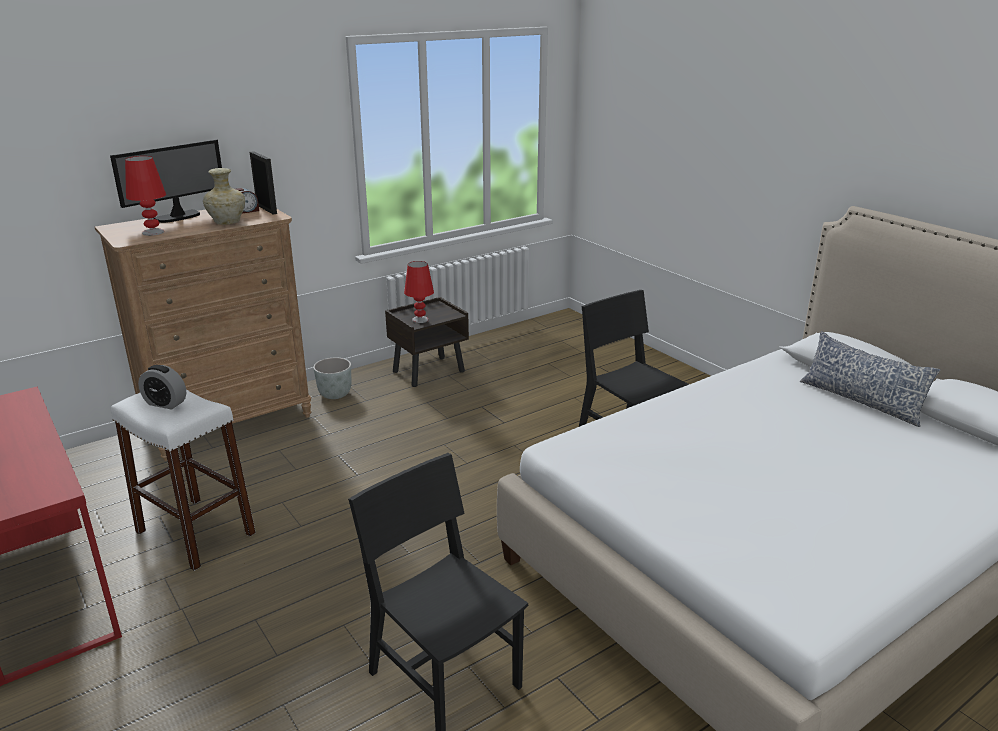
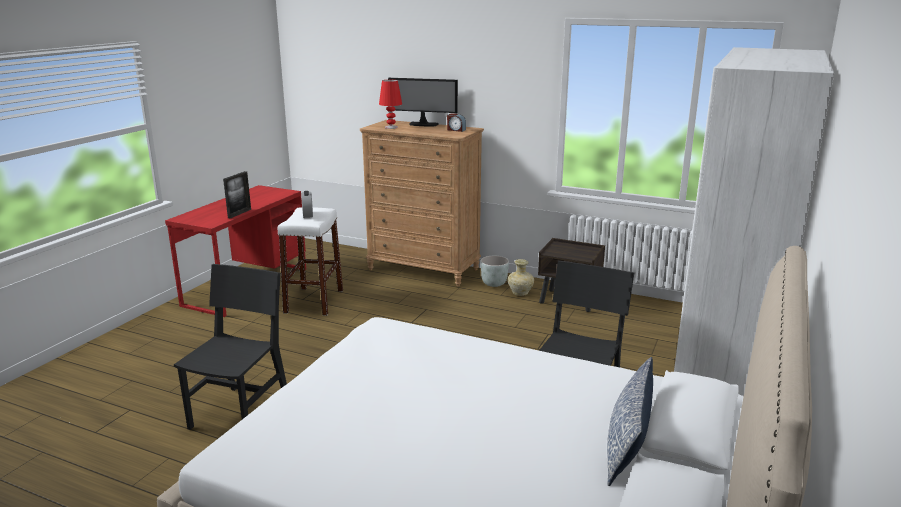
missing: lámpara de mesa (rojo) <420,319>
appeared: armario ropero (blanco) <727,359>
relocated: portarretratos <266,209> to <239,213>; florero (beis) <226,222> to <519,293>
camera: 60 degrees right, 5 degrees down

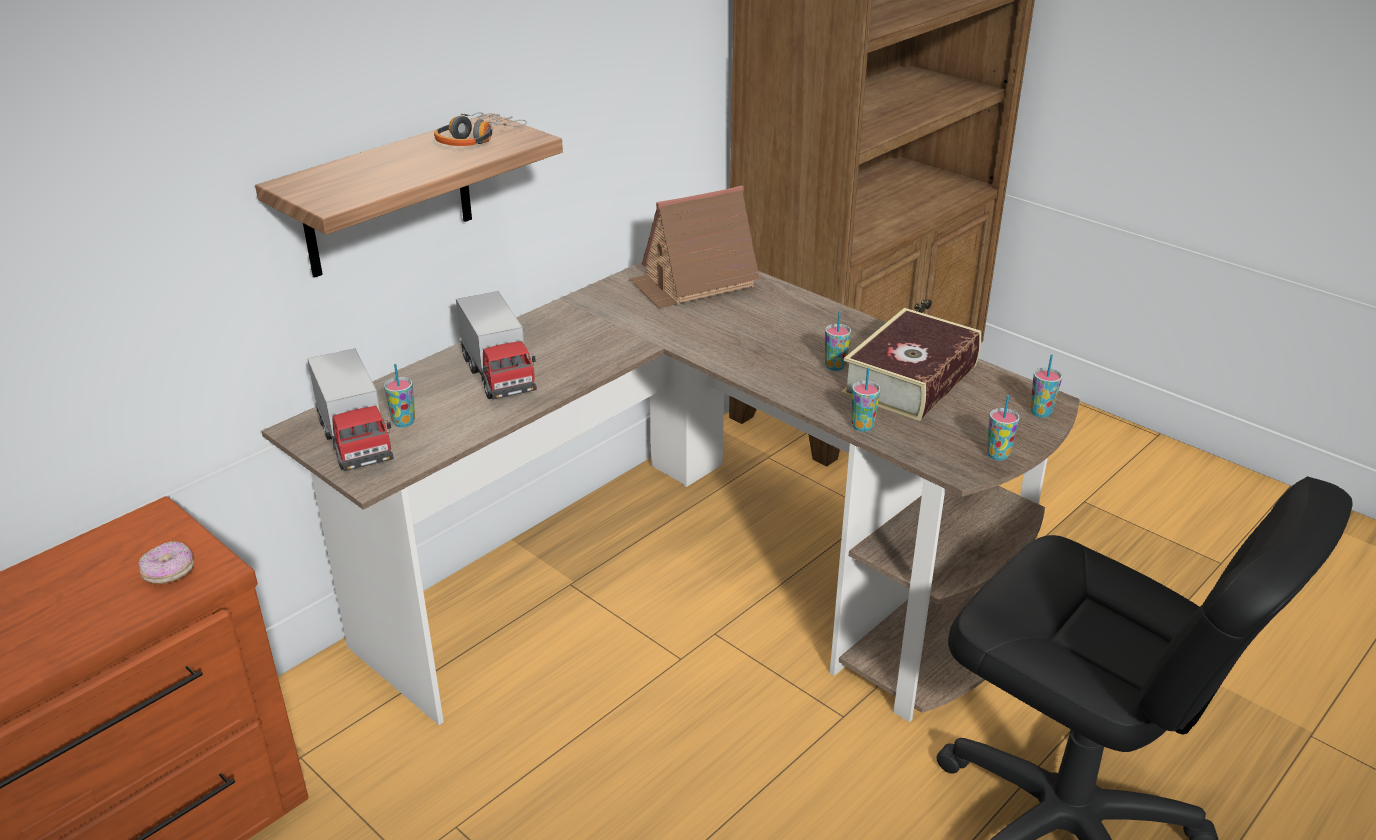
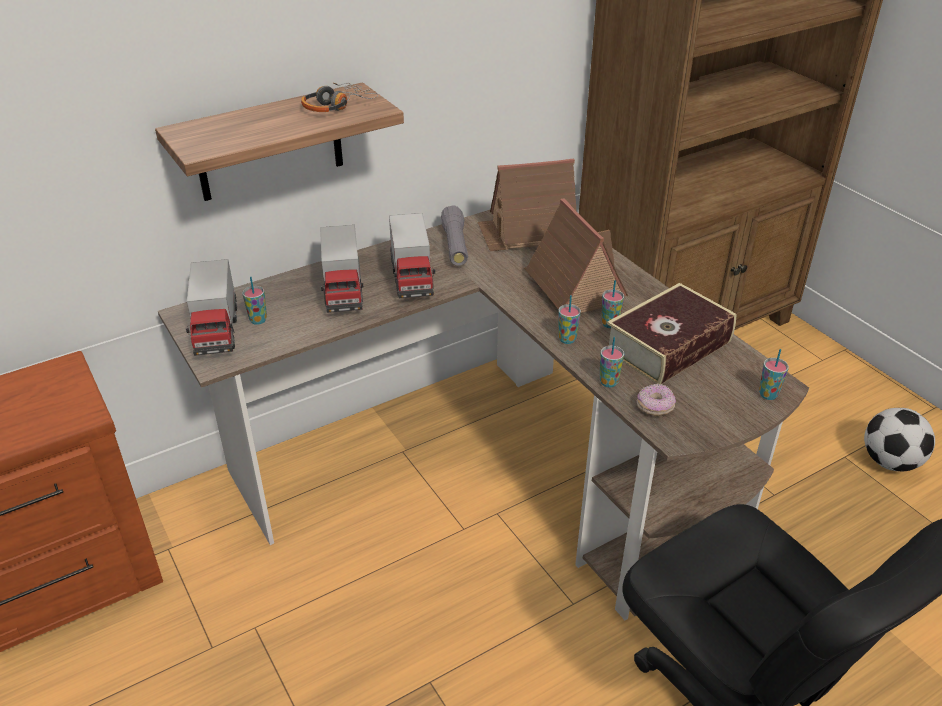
appeared: casita <572,287>; linterna (gris) <455,246>; camión de juguete <412,279>; balón de fútbol <890,462>
relocated: taza <998,455> to <567,339>; rosquilla <169,573> to <655,407>
camera: 15 degrees right, 5 degrees up

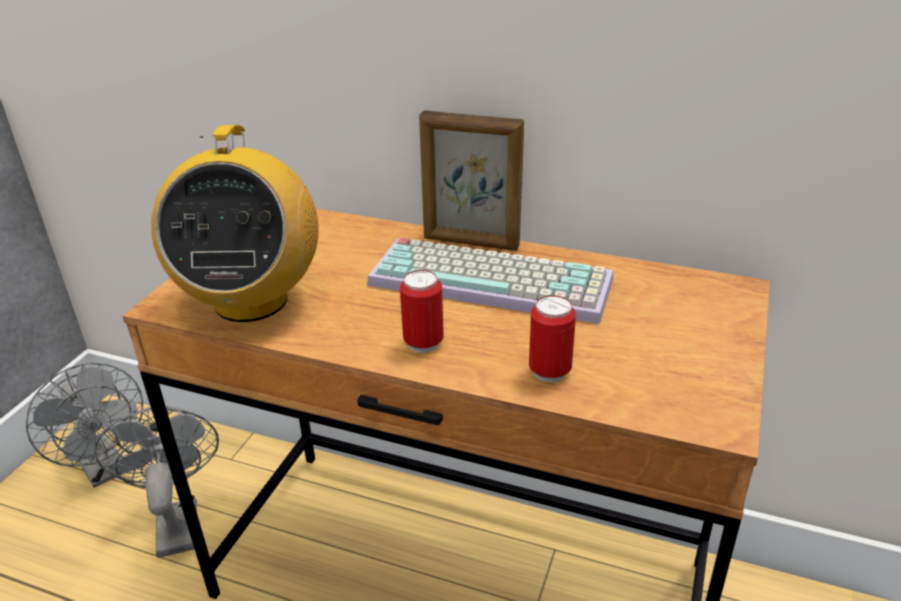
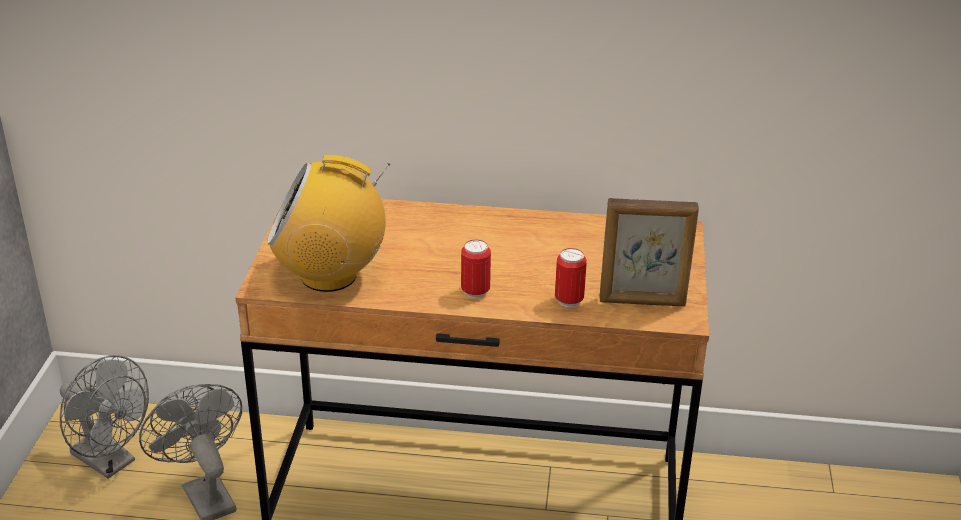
missing: teclado <494,280>
relocated: portarretratos <471,243> to <642,302>
spun: radio <251,300> = <330,275> 105 degrees clockwise
camera: 15 degrees left, 0 degrees up

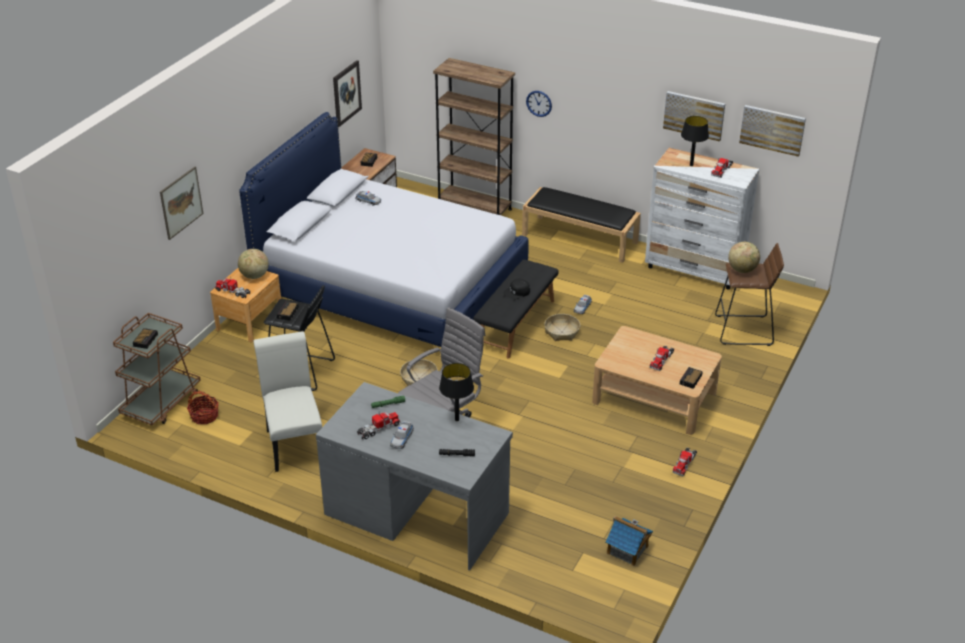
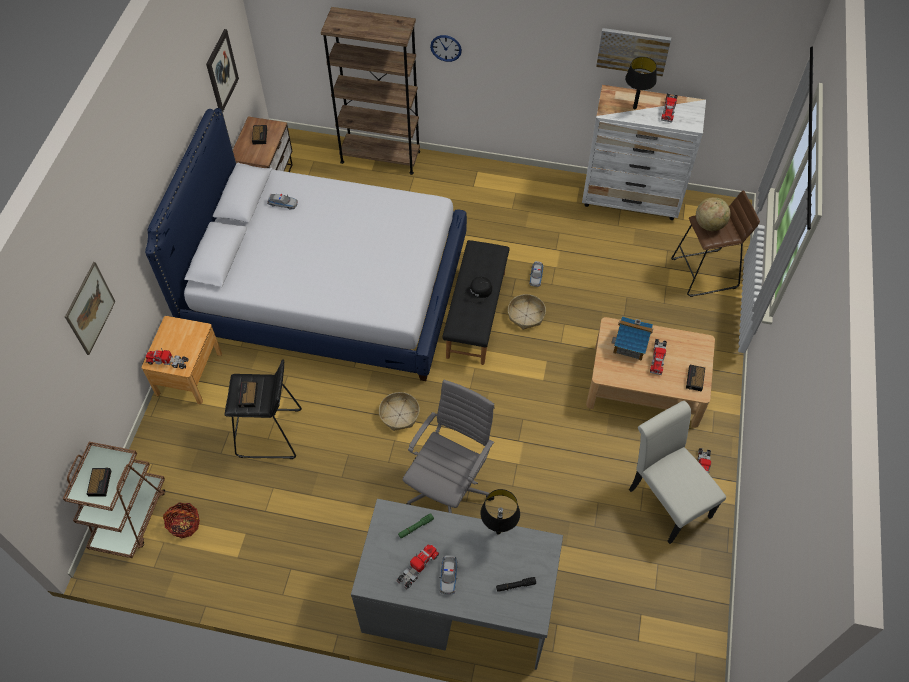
missing: cuadro <772,129>; banco (negro) <580,238>; globo terráqueo <254,276>
relocated: silla (blanco) <294,442> to <665,498>; casita <627,550> to <630,345>
camera: 15 degrees left, 20 degrees up

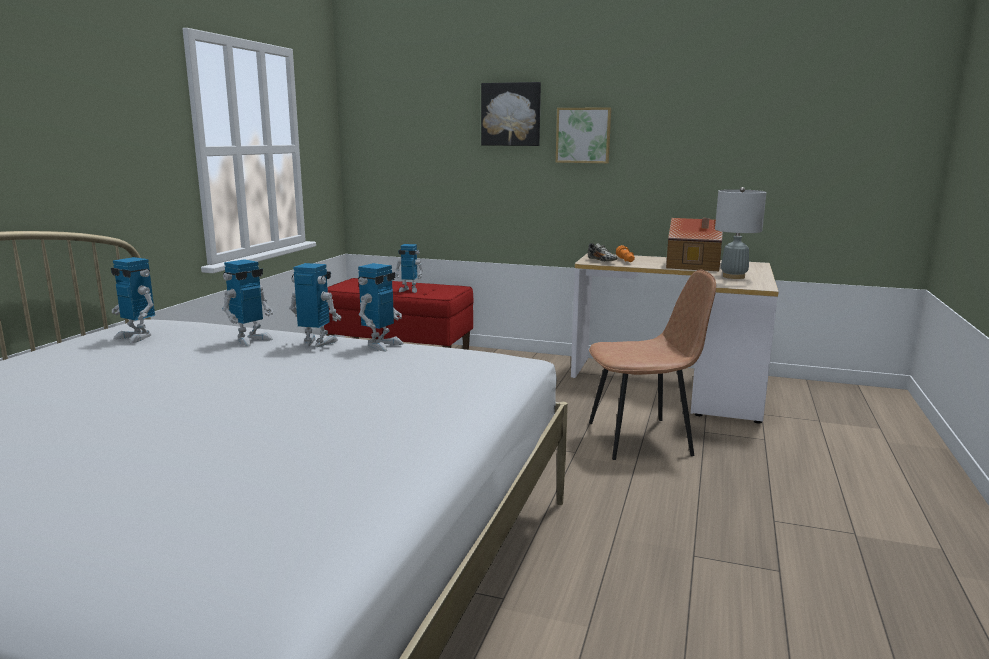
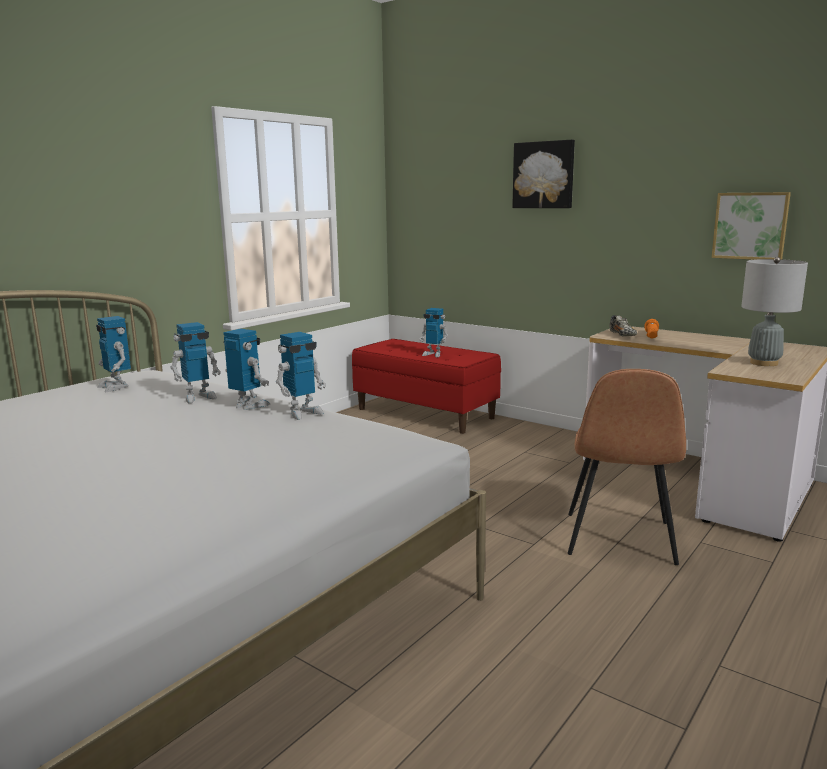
missing: casita <694,265>
relocated: cuadro <583,135> to <750,226>
spun: silla (marrón) <642,438> = <619,540> 90 degrees clockwise
camera: 20 degrees right, 0 degrees up

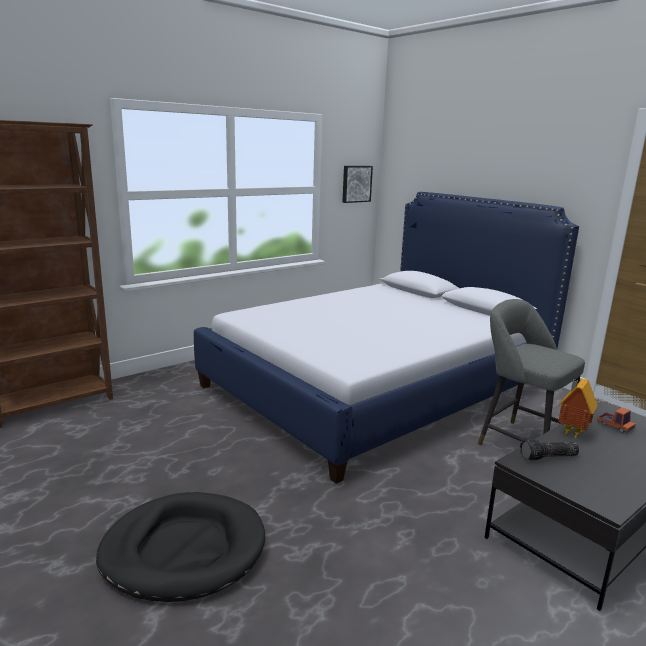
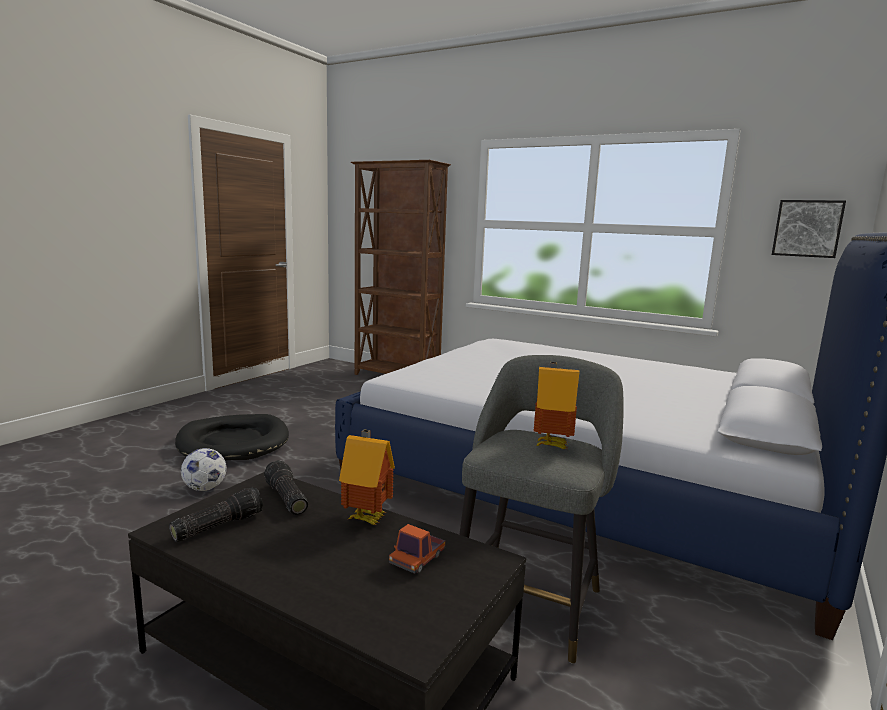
appeared: casita <552,445>; balón de fútbol <205,488>; linterna <218,525>
camera: 70 degrees right, 5 degrees down

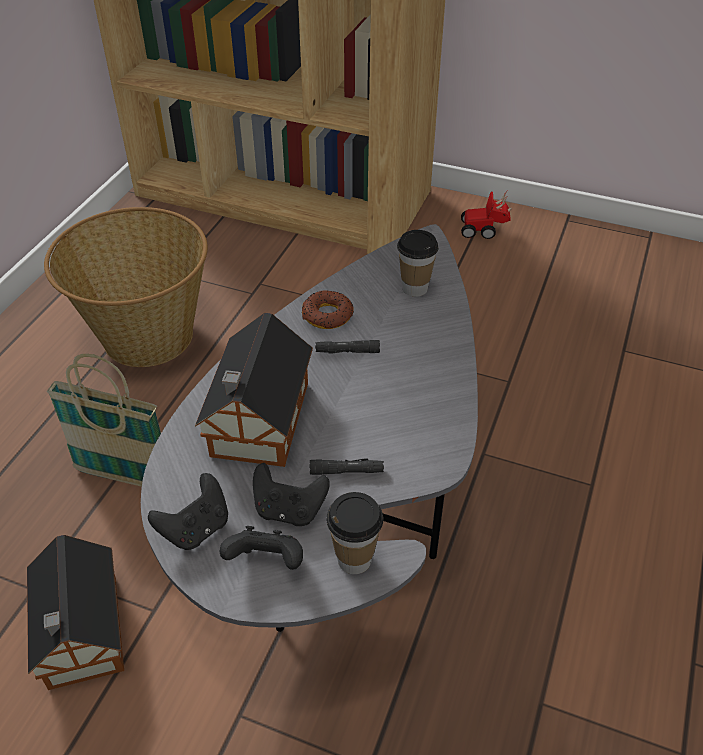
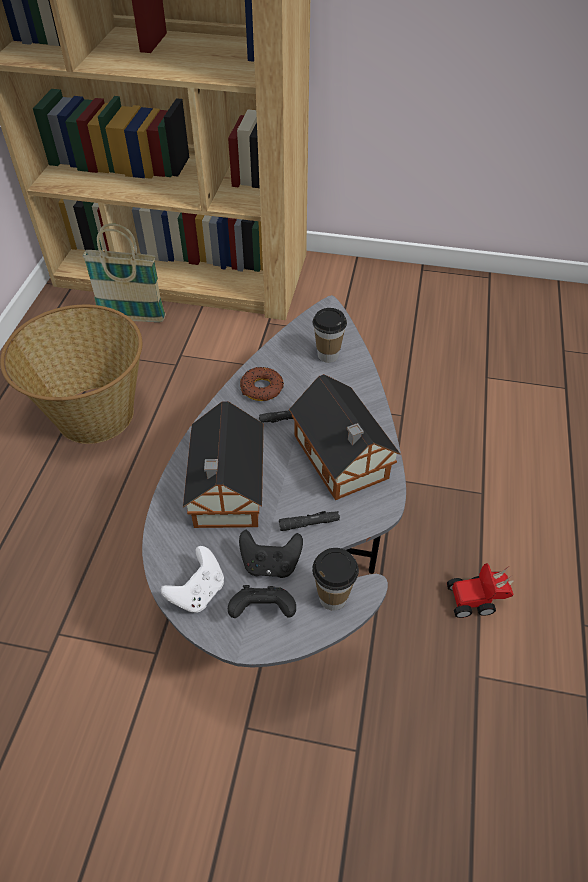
relocated: coche de juguete <484,230> to <477,599>; cesta <124,477> to <132,318>; casita <82,636> to <341,460>
colour: mando de consola (negro) <196,528> to mando de consola (blanco) <198,592>
camera: 10 degrees left, 5 degrees up

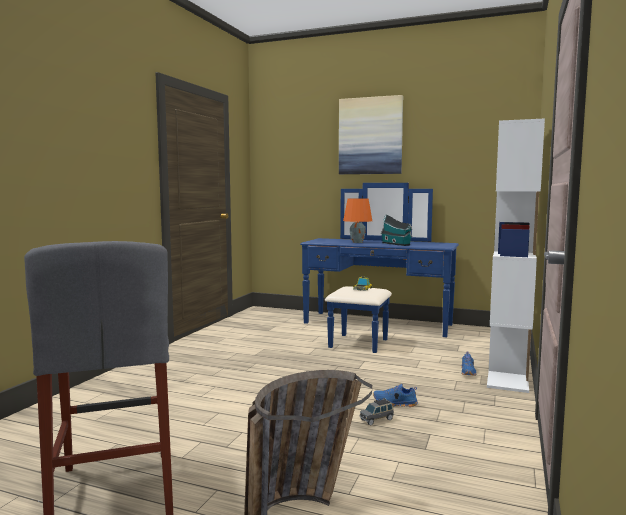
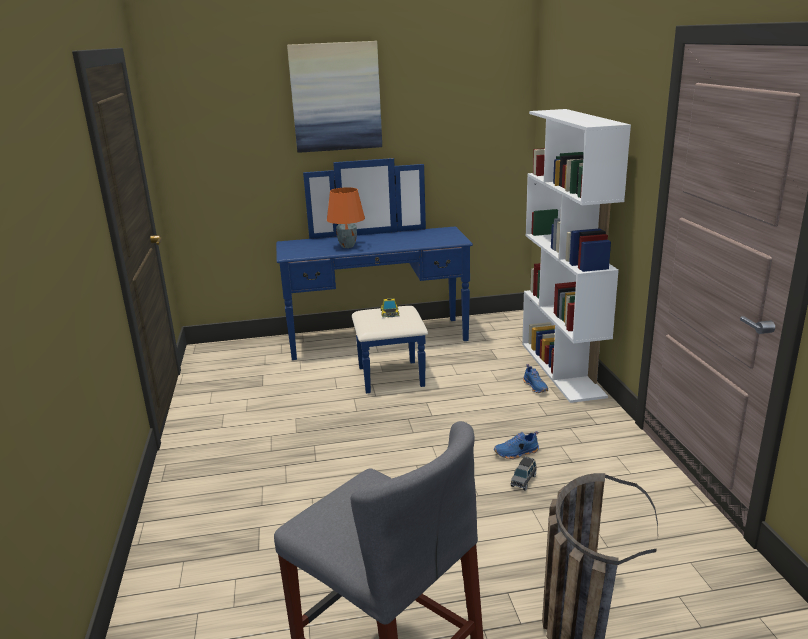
missing: casita <396,244>
camera: 30 degrees left, 15 degrees up

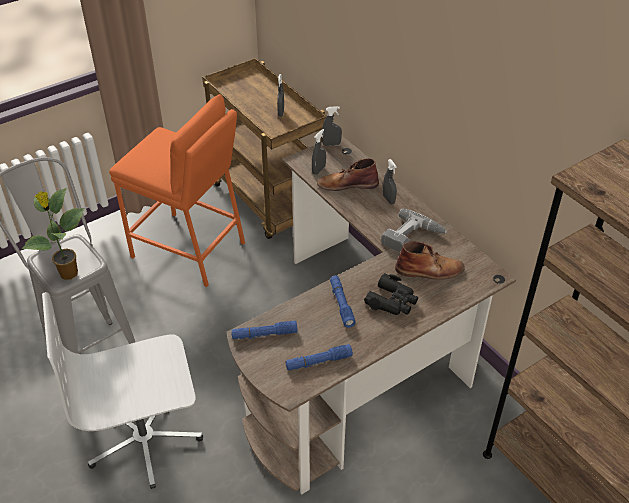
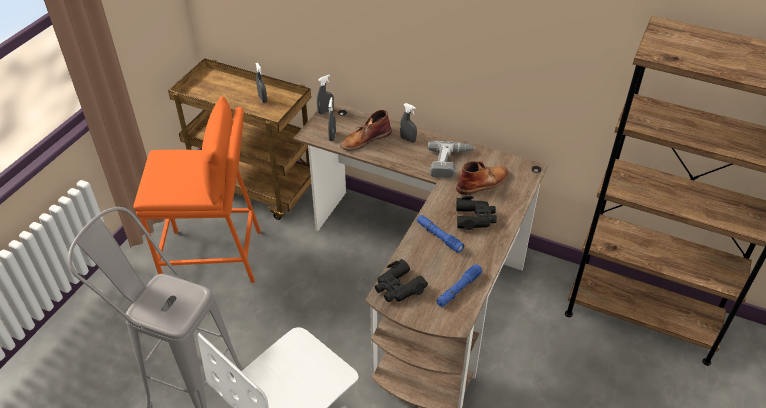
missing: planta en maceta <68,274>
exchanged: linterna (azul) <264,334> to prismáticos (negro) <398,287>
camera: 30 degrees left, 0 degrees up

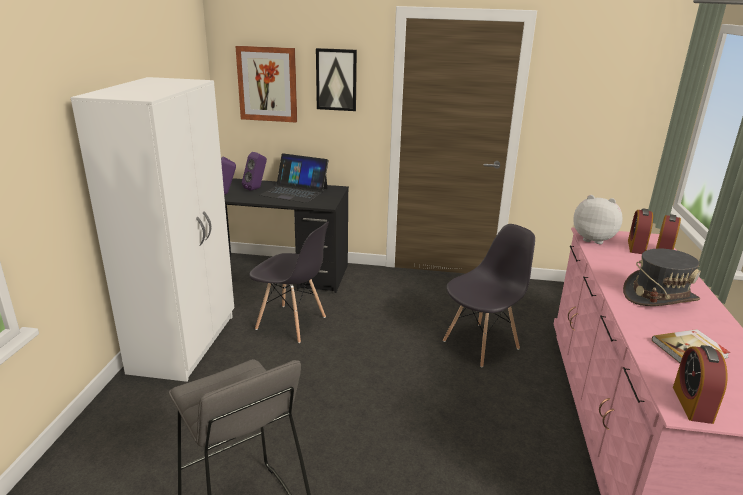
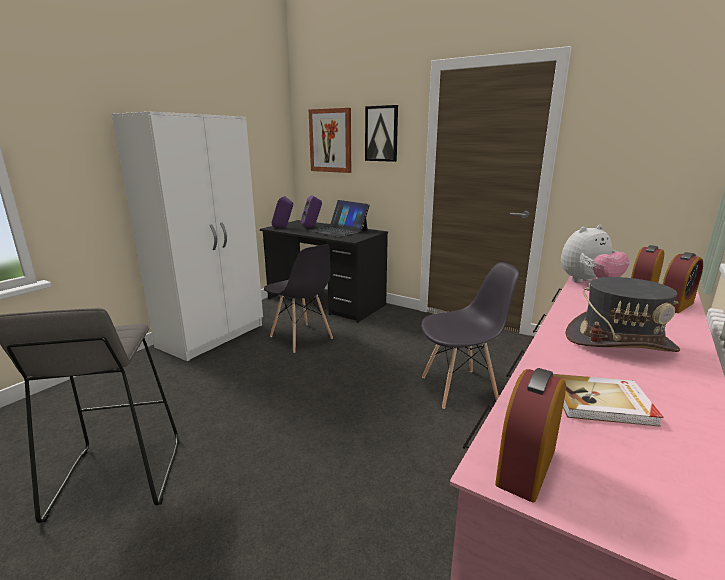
spun: peluche <593,239> = <588,283> 105 degrees clockwise
camera: 25 degrees right, 5 degrees down

